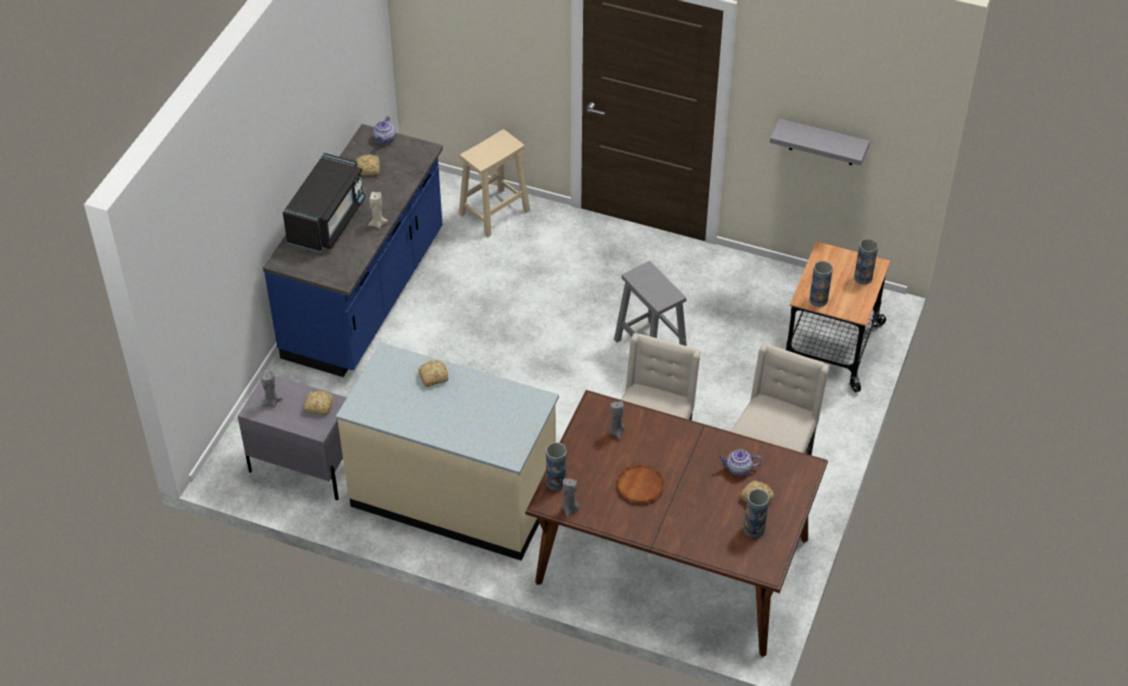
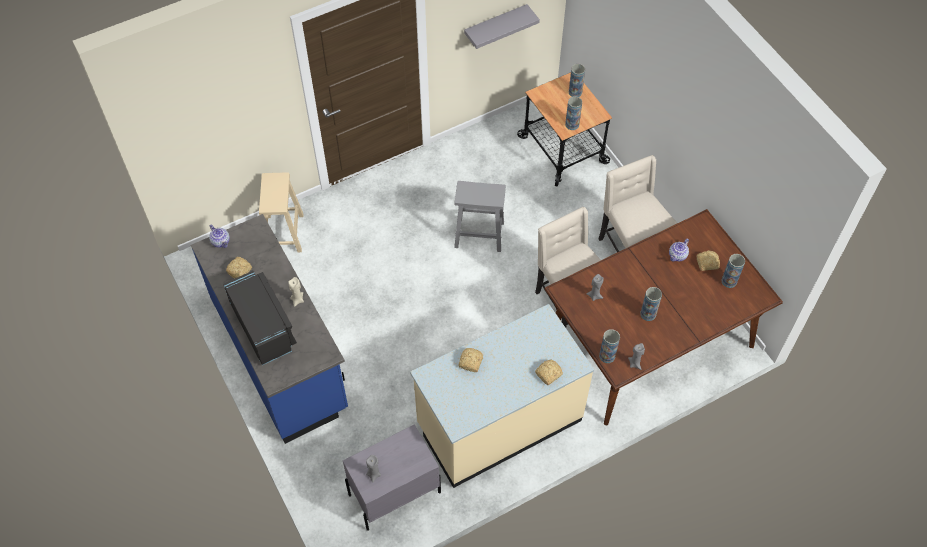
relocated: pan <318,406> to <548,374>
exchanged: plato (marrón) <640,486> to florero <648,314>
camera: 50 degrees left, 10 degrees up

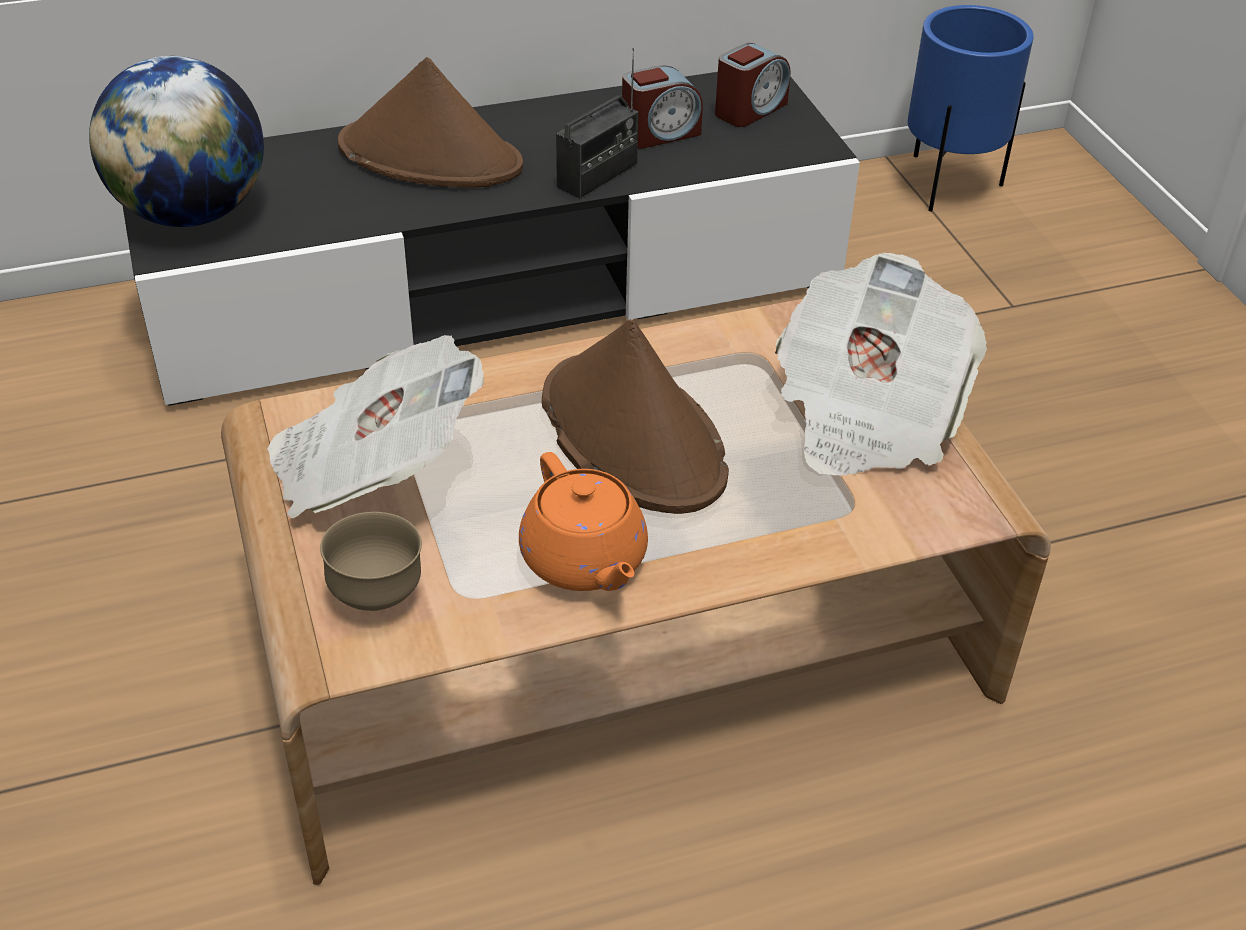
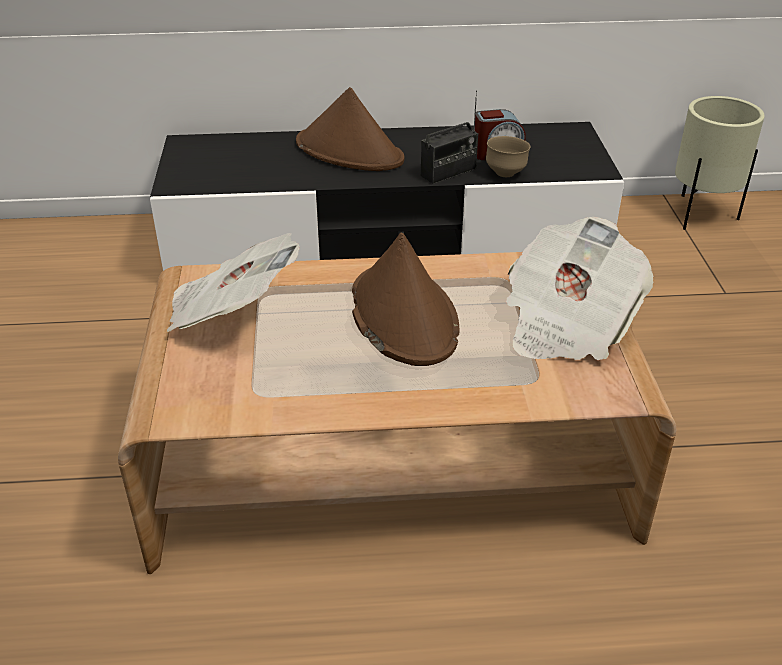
missing: despertador <750,109>; globo terráqueo <192,213>; tetera (naranja) <584,561>
relocated: cuenco (marrón) <377,595> to <506,173>
colour: maceta (azul) <948,185> to maceta (beis) <700,215>
camera: 15 degrees right, 5 degrees down

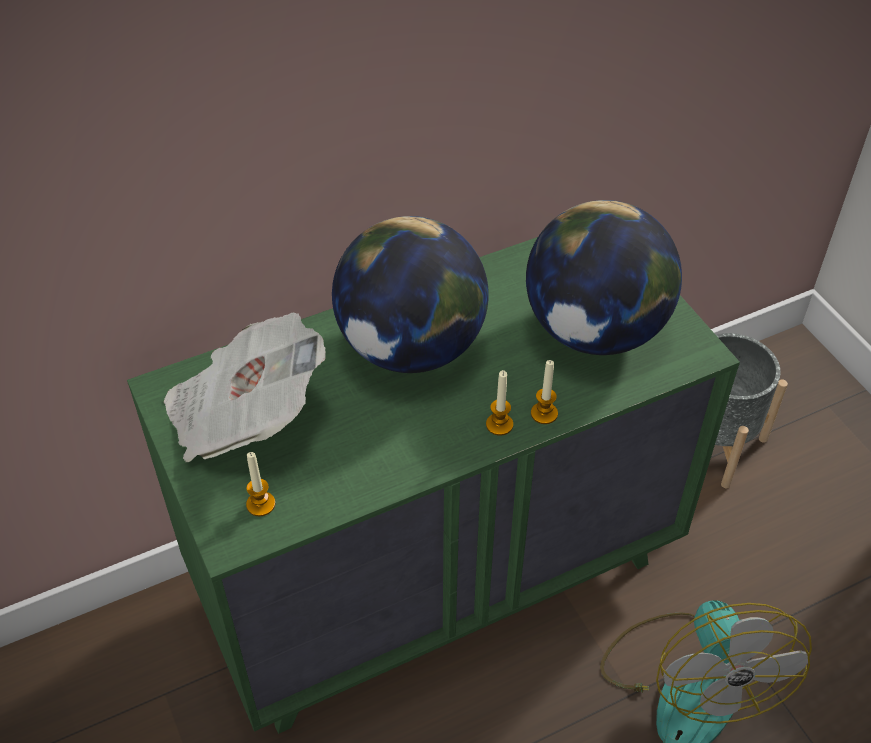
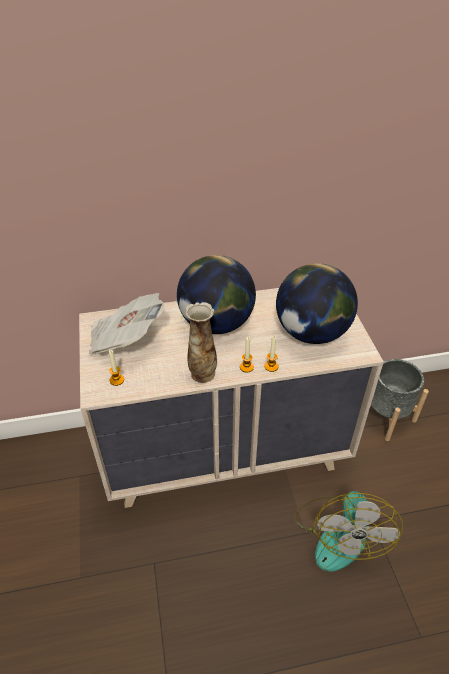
appeared: florero <202,373>
colour: cómoda (verde) <437,574> to cómoda (beis) <225,450>
camera: 15 degrees right, 5 degrees down

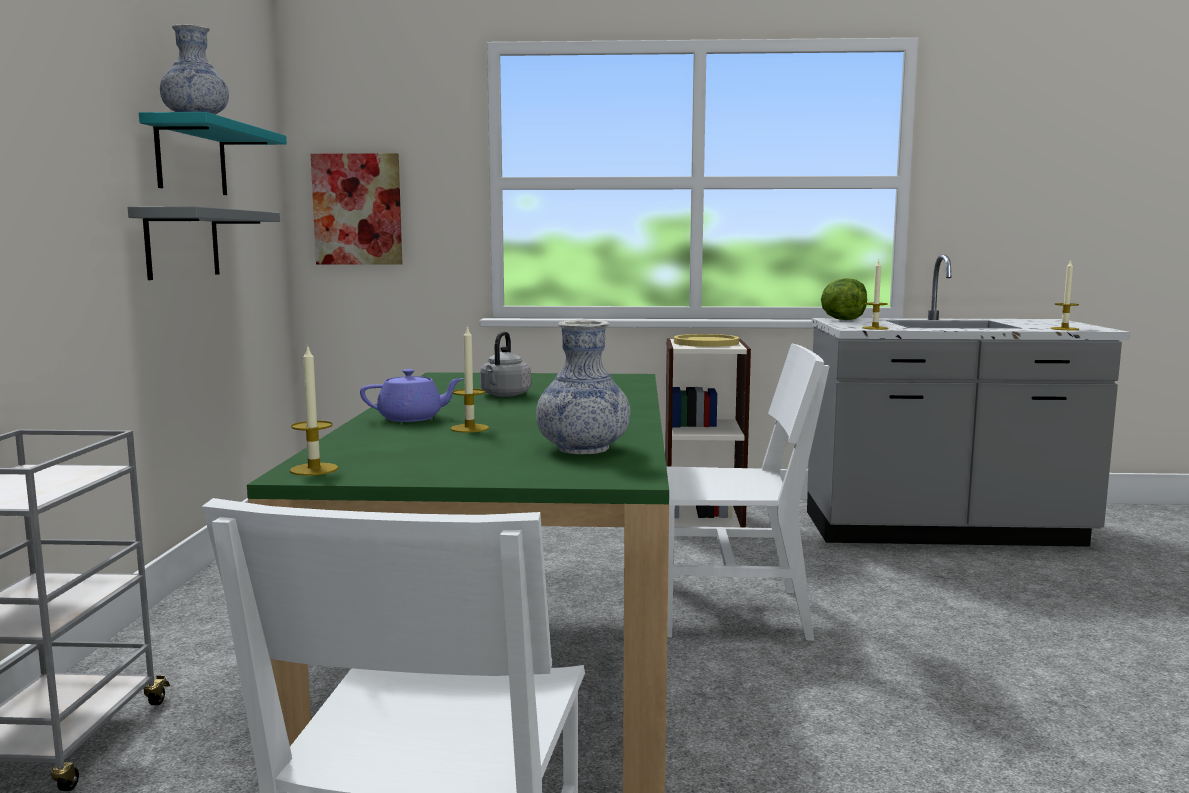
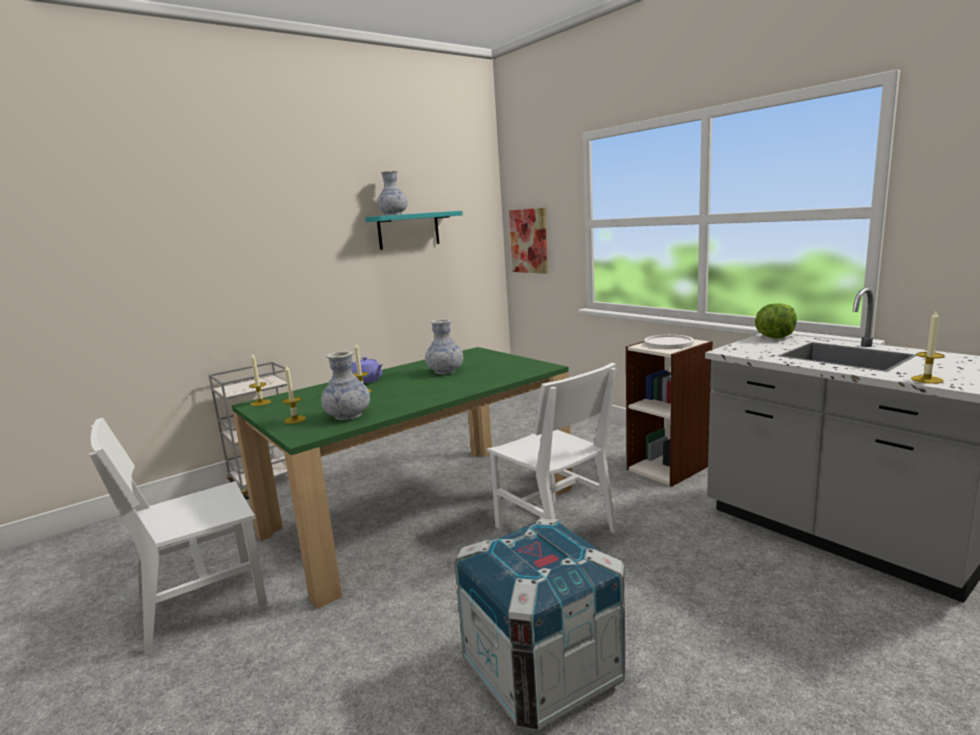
missing: estante (gris) <182,243>
appeared: caja de embalaje <543,671>
relocated: vela <875,328> to <295,420>
exchanged: hervidor (gris) <504,395> to florero <445,371>
colour: plato (amarillo) <706,343> to plato (blanco) <668,343>
camera: 50 degrees right, 5 degrees up

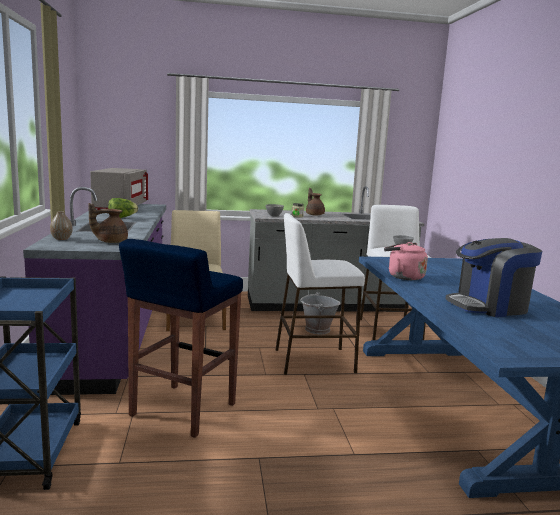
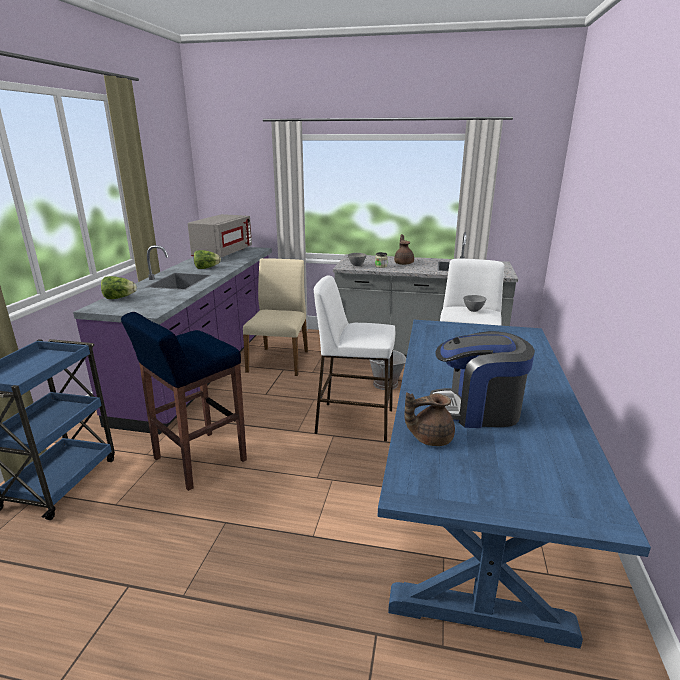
missing: hervidor (rosa) <403,277>
relocated: tetera (marrón) <110,241> to <429,438>
exchanged: florero <61,239> to lechuga <119,298>
camera: 20 degrees right, 10 degrees up

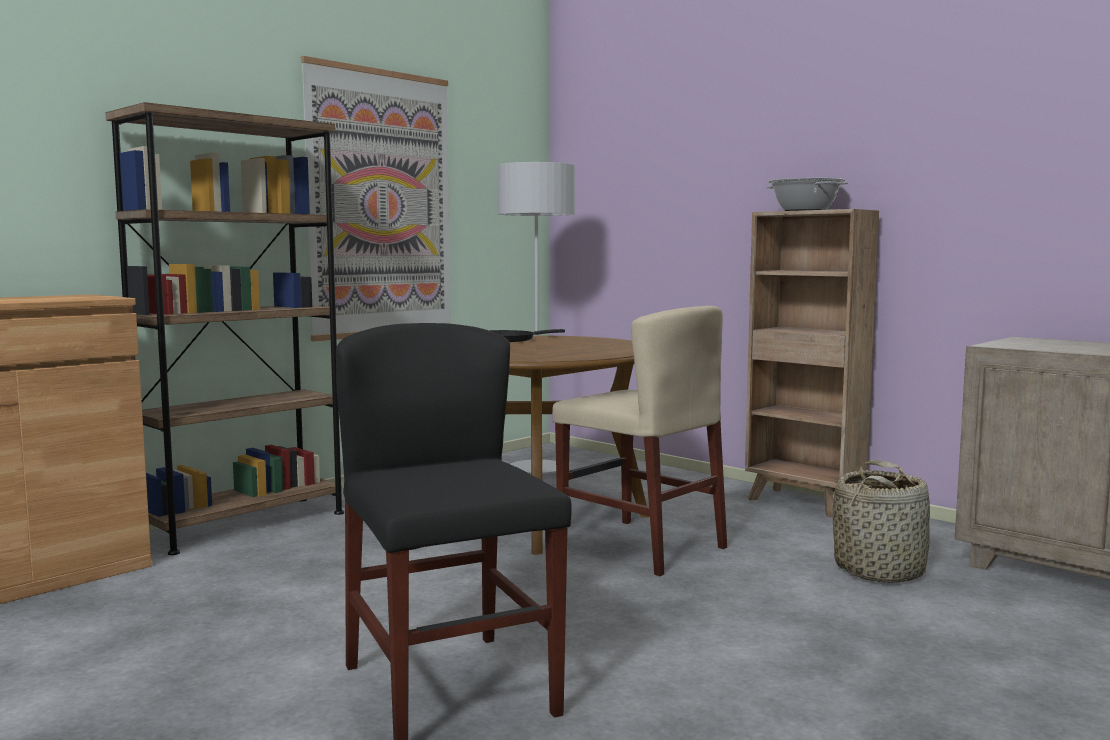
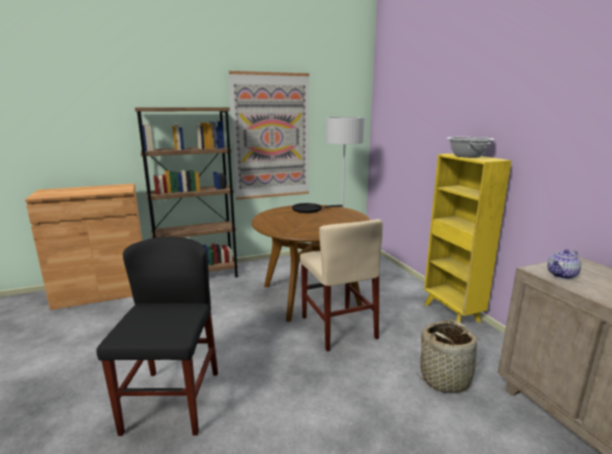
appeared: tetera <562,275>
colour: estantería (marrón) <804,503> to estantería (amarillo) <452,313>
camera: 25 degrees right, 10 degrees up

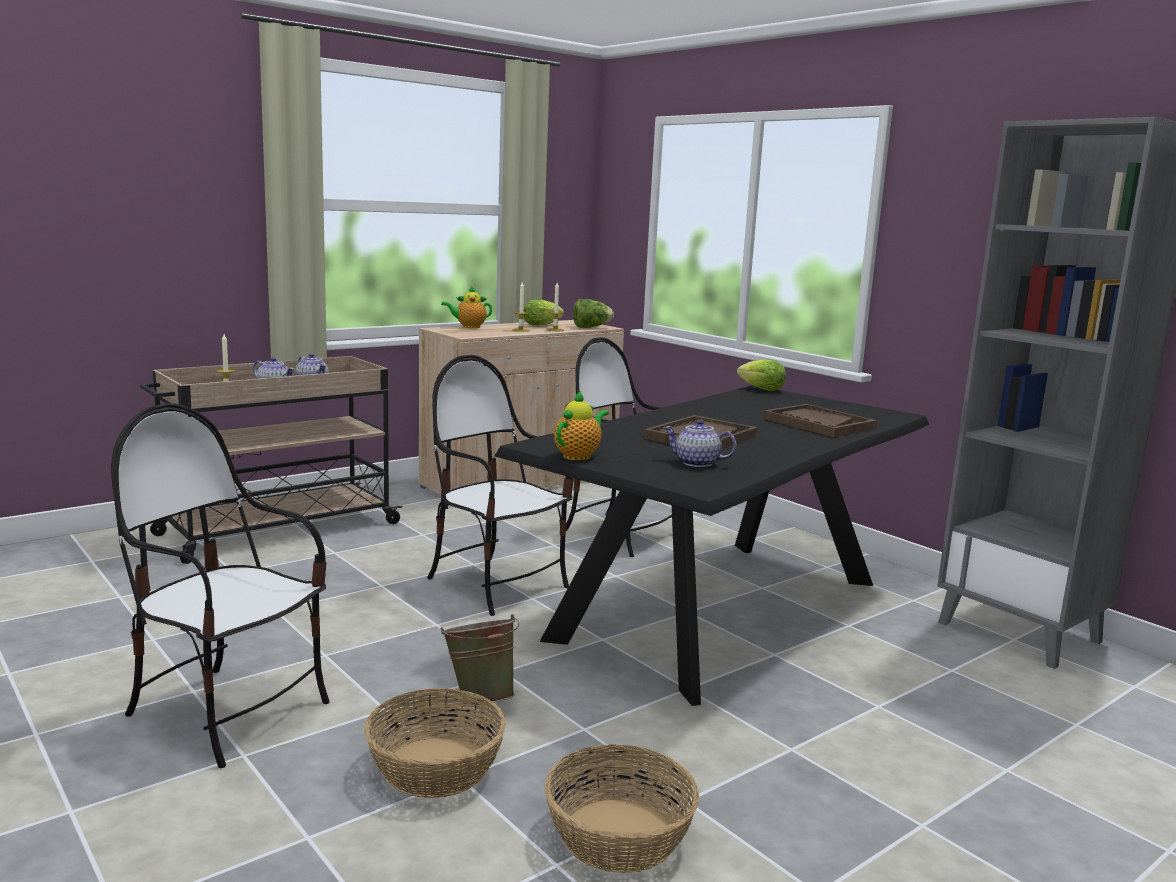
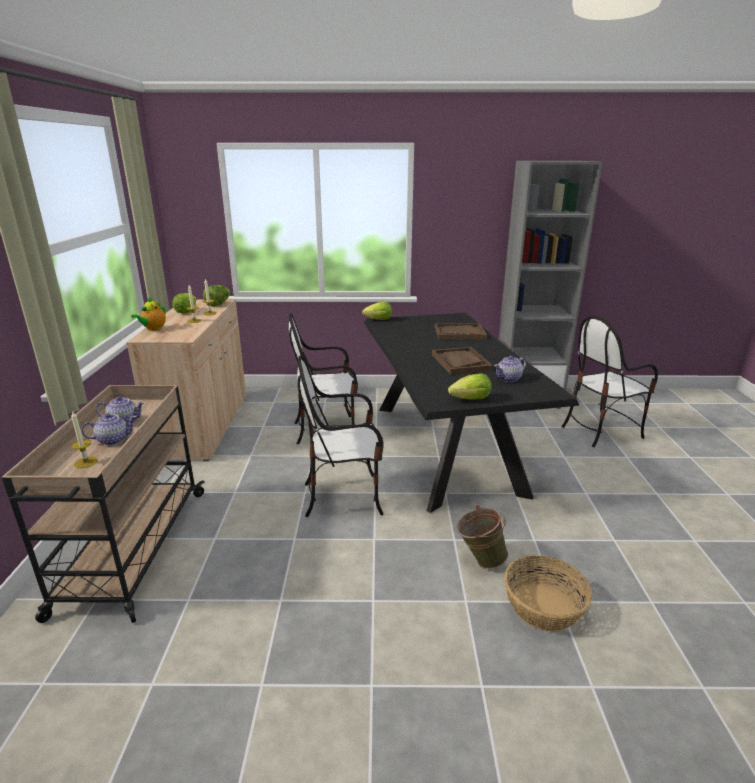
missing: cesta <619,836>
relocated: silla <228,712> to <600,430>
exchanged: tetera <579,456> to lechuga <471,399>
camera: 50 degrees left, 10 degrees up

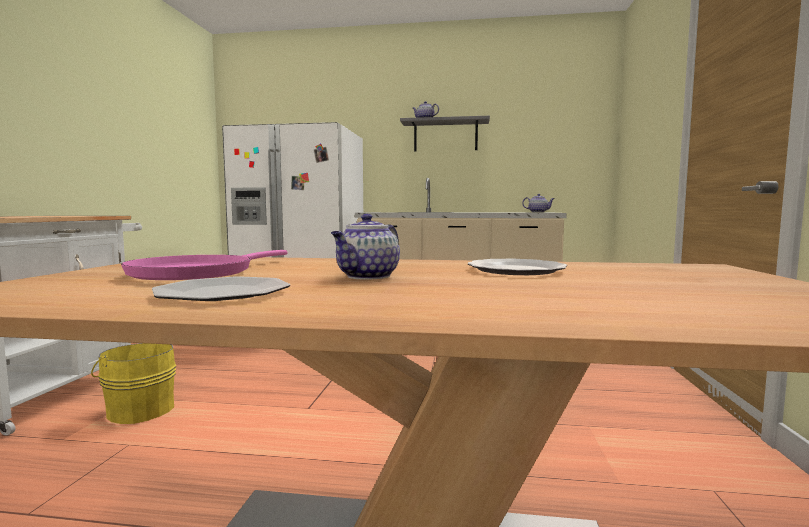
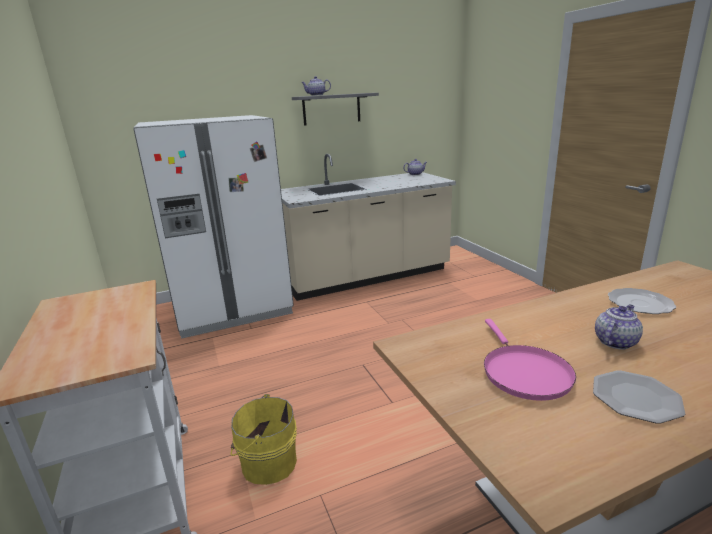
spun: tetera <367,276> = <615,341> 135 degrees counterclockwise
camera: 30 degrees left, 15 degrees up

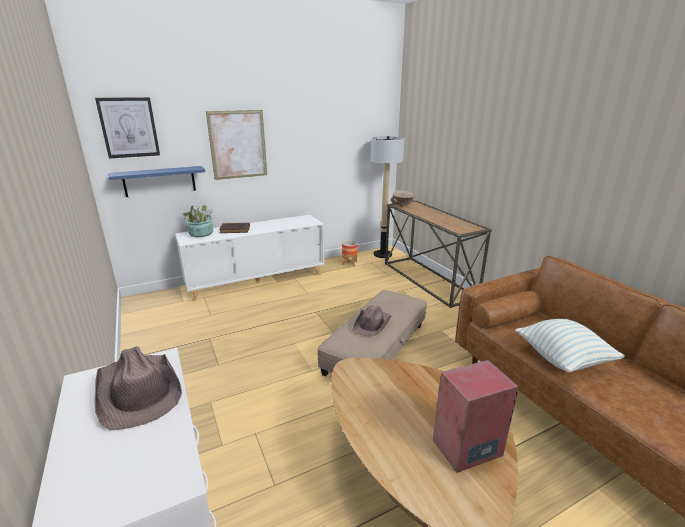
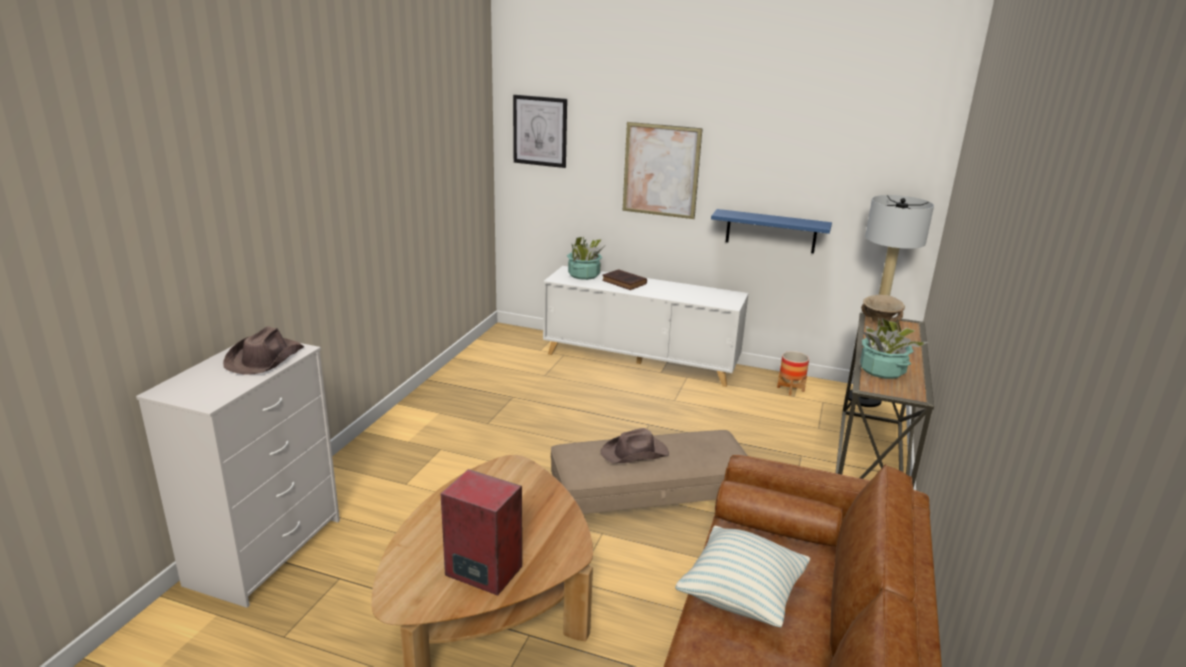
appeared: planta en maceta <882,370>
relocated: estante (azul) <159,181> to <771,231>
camera: 45 degrees right, 0 degrees up

